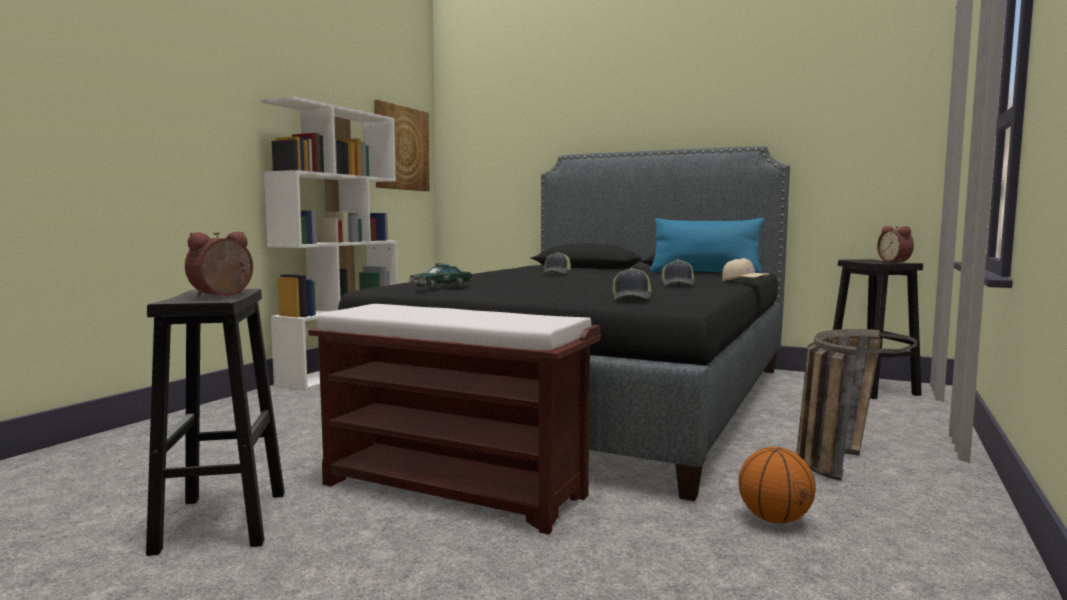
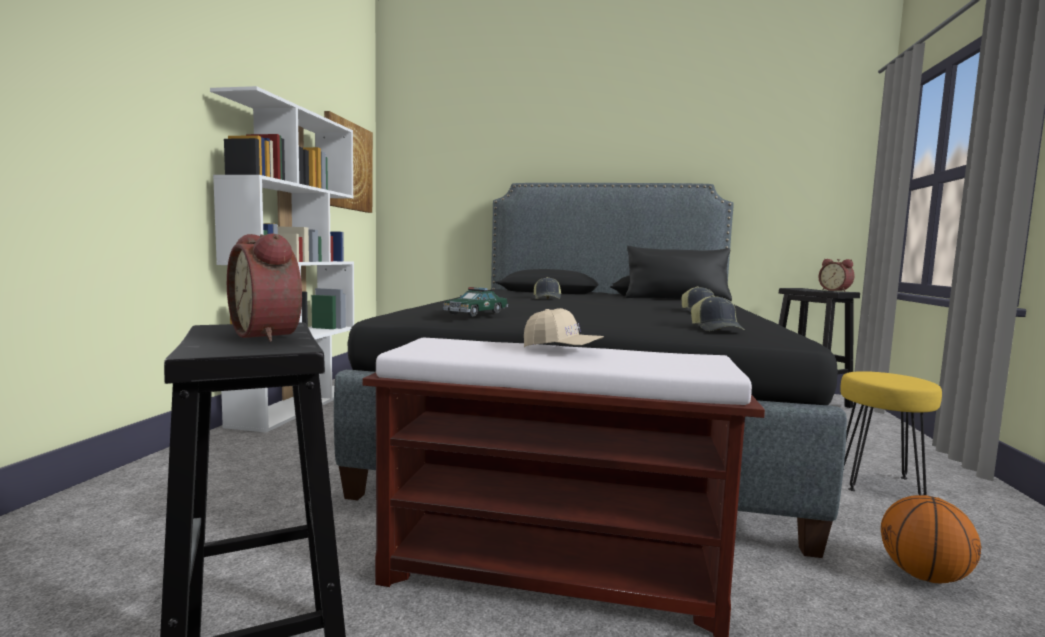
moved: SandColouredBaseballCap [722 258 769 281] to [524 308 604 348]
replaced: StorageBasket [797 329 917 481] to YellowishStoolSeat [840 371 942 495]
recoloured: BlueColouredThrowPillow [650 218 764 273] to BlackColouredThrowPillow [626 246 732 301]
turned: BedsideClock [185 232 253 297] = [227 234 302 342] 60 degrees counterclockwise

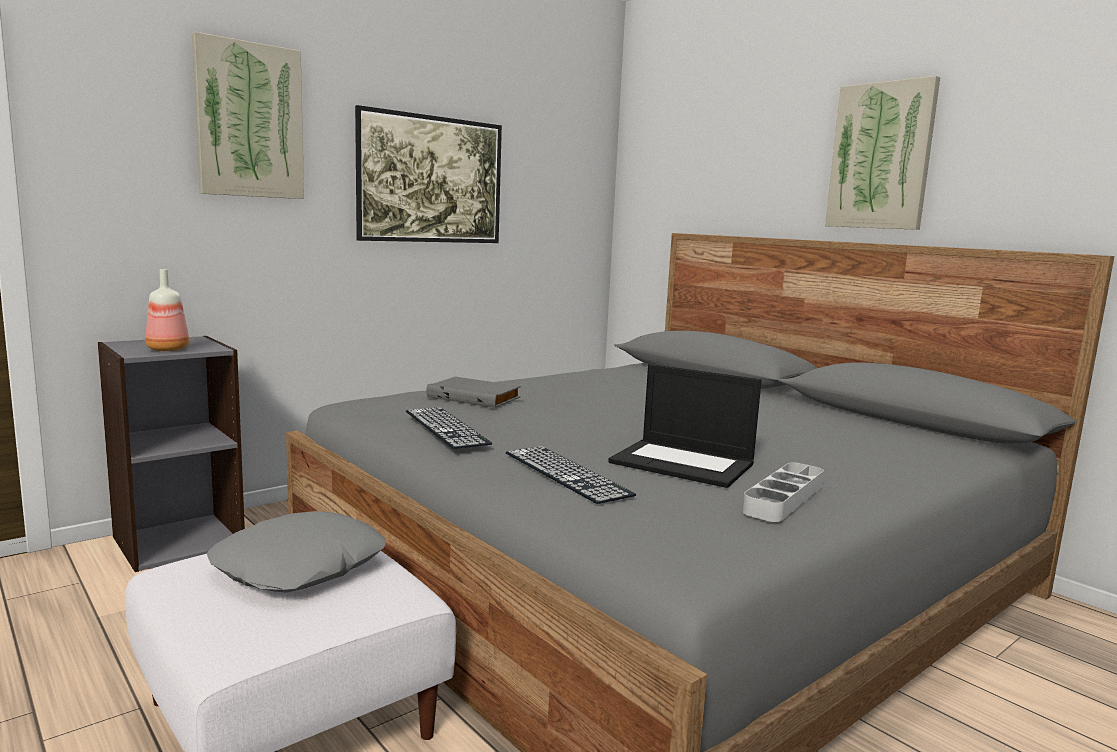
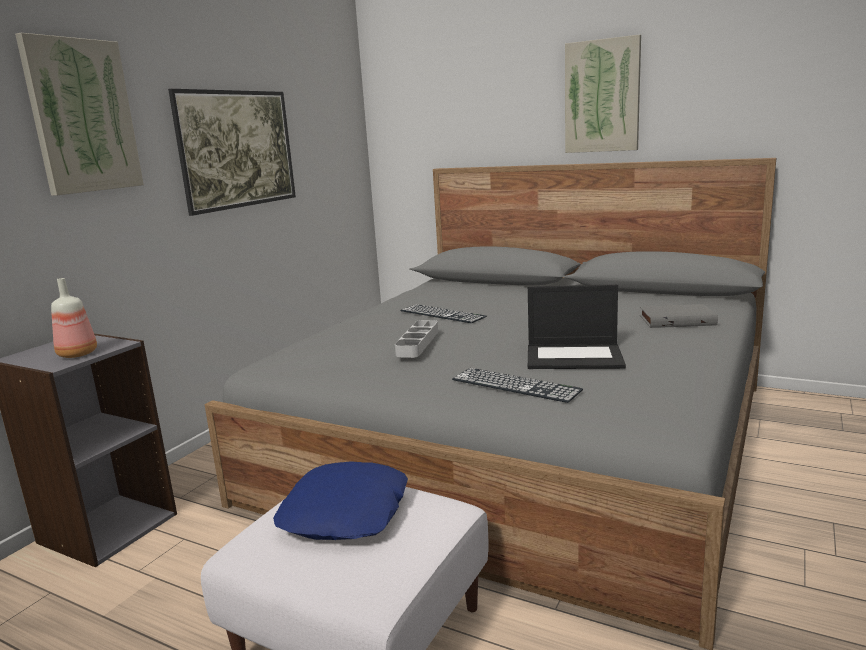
moved: Keyboard [406 407 492 449] to [400 304 487 323]; GrayBook [427 376 521 408] to [640 304 718 328]; GrayTray [742 463 824 522] to [395 320 438 358]
recoloured: GrayThrowPillow [207 511 386 593] to BlueColouredThrowPillow [273 461 408 540]

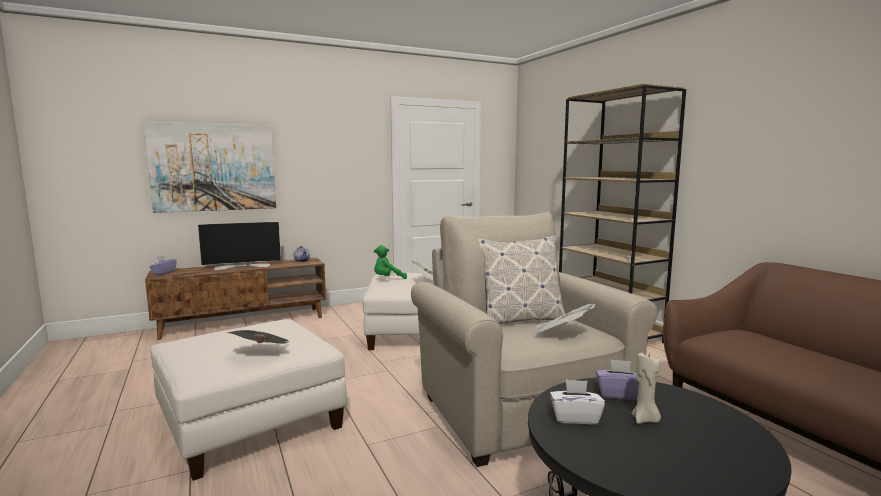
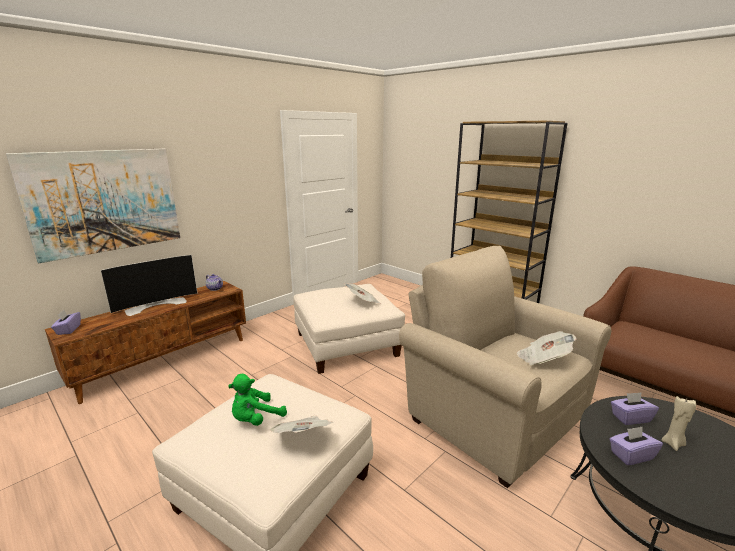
removed: ThrowPillow [478 235 565 324]
moved: GreenCuddlyToy [374 245 407 279] to [228 374 287 426]
recoloured: WhiteColouredBoxOfTissues [550 379 605 424] to PurpleColouredBoxOfTissues [609 426 663 465]

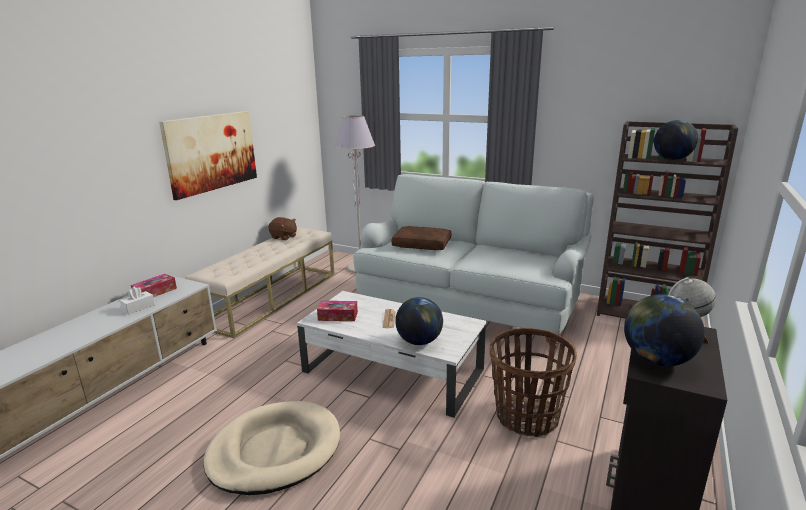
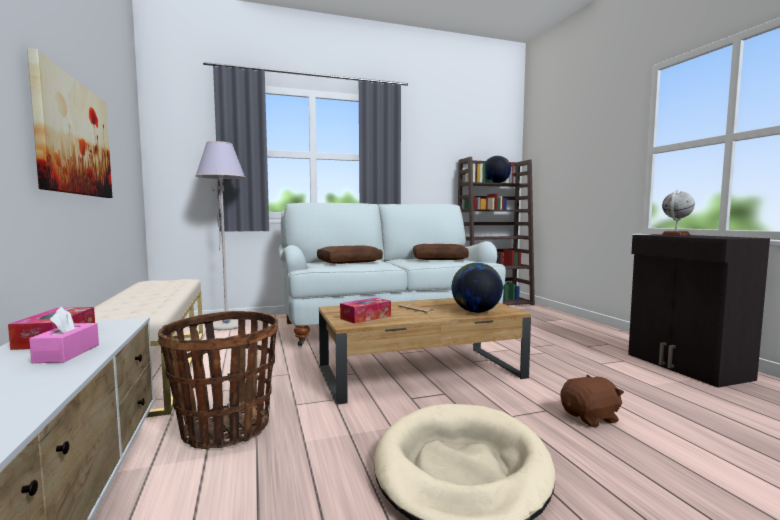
removed: WorldGlobe [624 294 705 366]
added: BrownThrowPillow [413 244 469 260]
moved: BrownCuddlyToy [268 217 297 240] to [561 375 624 427]; StorageBasket [489 328 577 437] to [158 311 278 449]
recoloured: WhiteColouredBoxOfTissues [120 287 155 314] to PinkishBoxOfTissues [29 307 99 363]; WhiteColouredLowTable [297 291 486 418] to BrownLowTable [319 298 531 405]

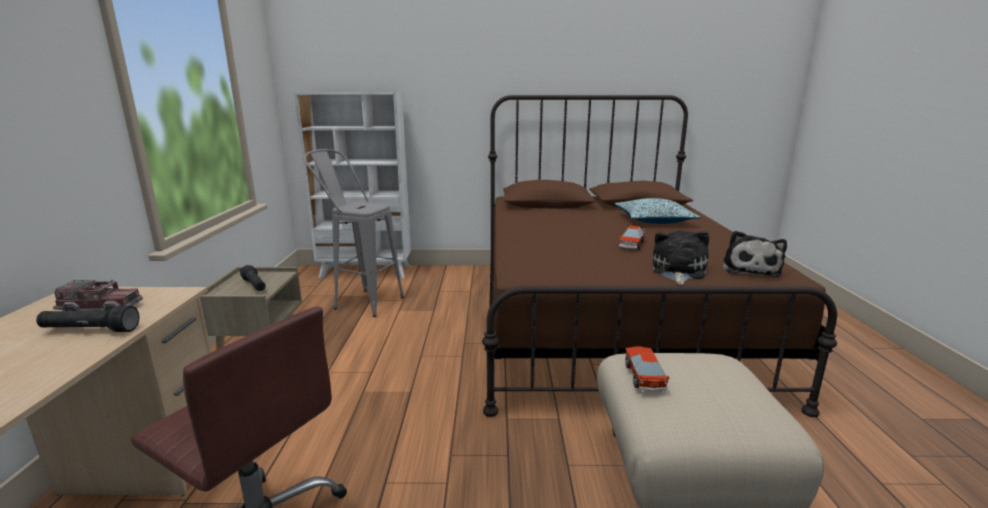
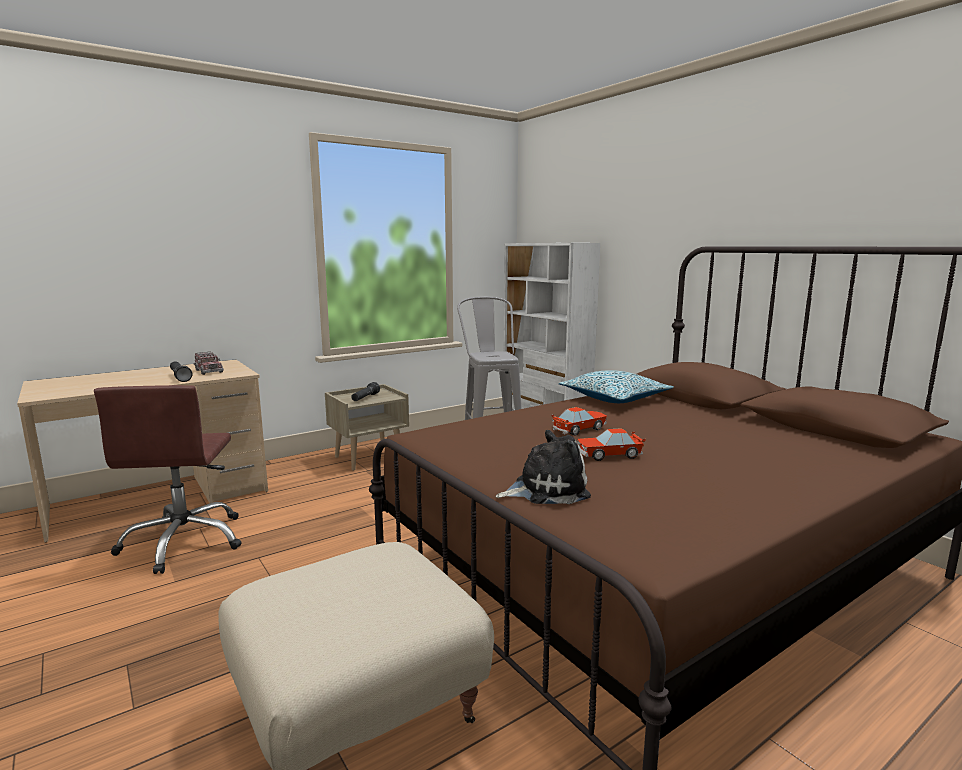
removed: CuddlyToy [723 231 787 277]
moved: ThrowPillow [615 198 701 224] to [559 370 674 403]; ModelCar [625 346 669 393] to [551 407 607 436]

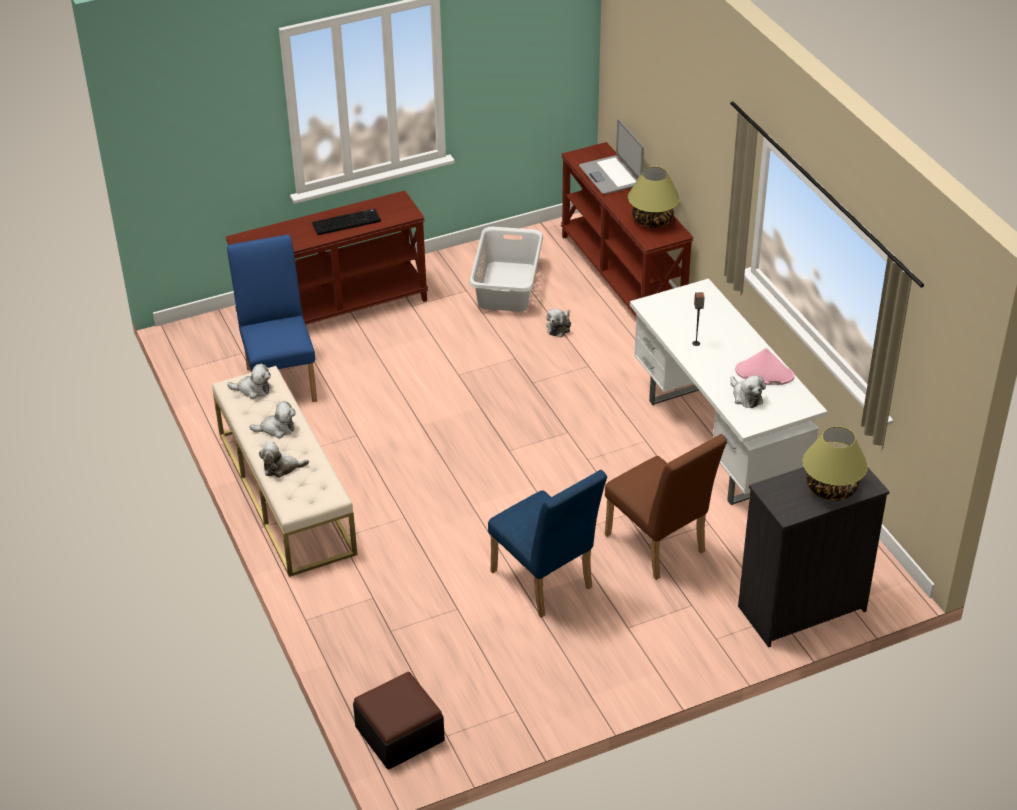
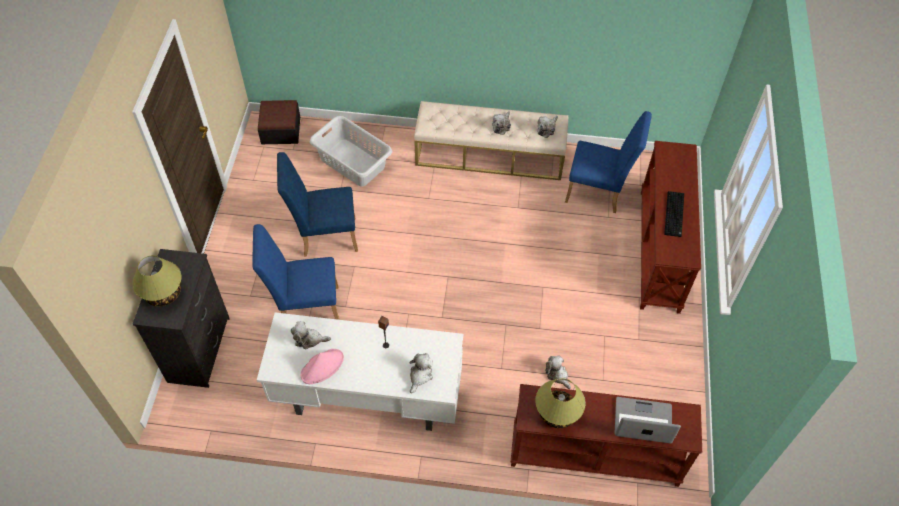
moved: CuddlyToy [259 441 309 478] to [409 353 433 393]; GrayLaundryBasket [469 227 543 312] to [310 116 392 187]
recoloured: BrownChair [605 434 727 580] to BlueColouredChair [252 224 339 320]

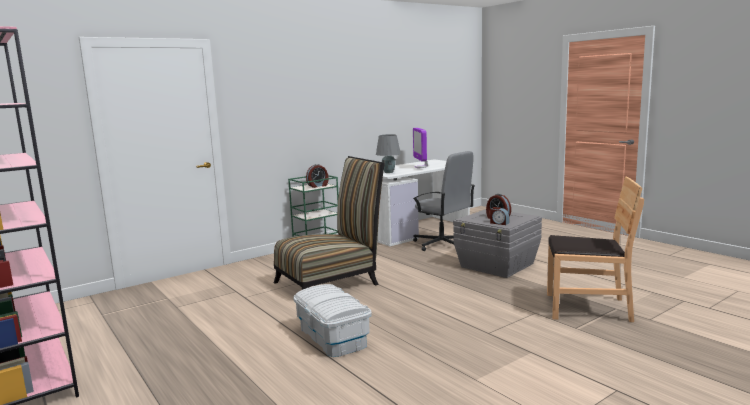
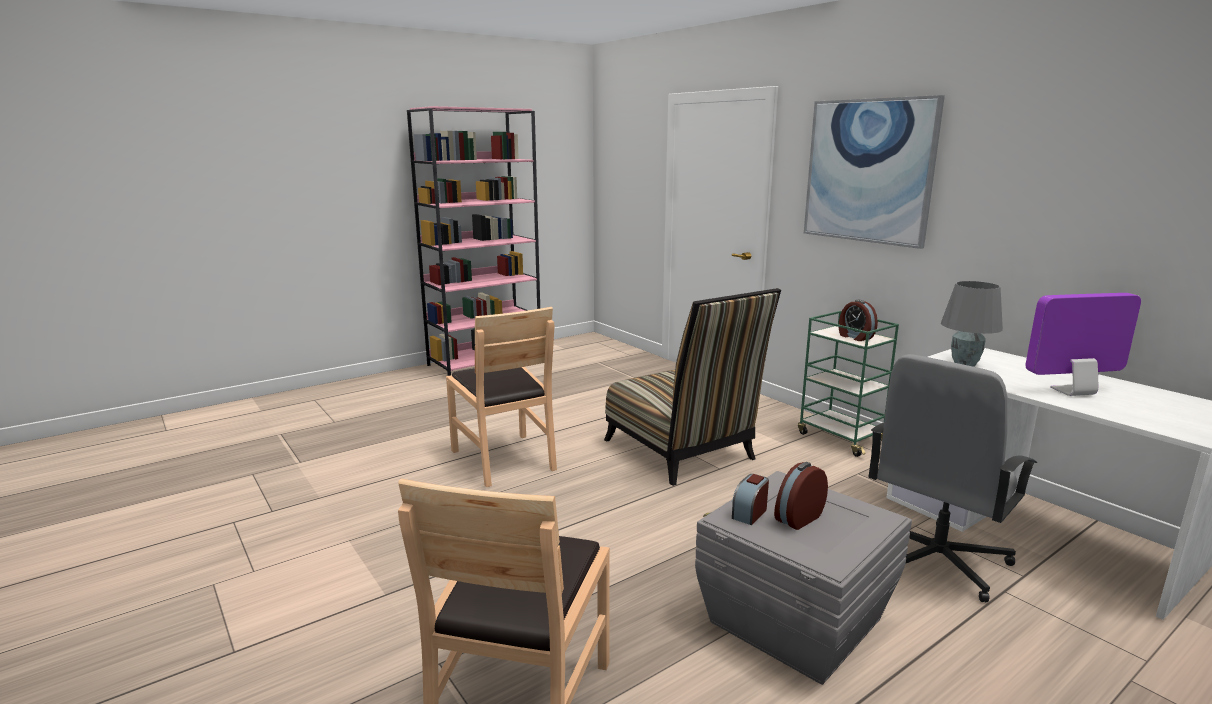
added: Picture [804 95 945 249]
replaced: WhiteColouredStorageBox [293 284 371 357] to BrownChair [446 307 557 487]

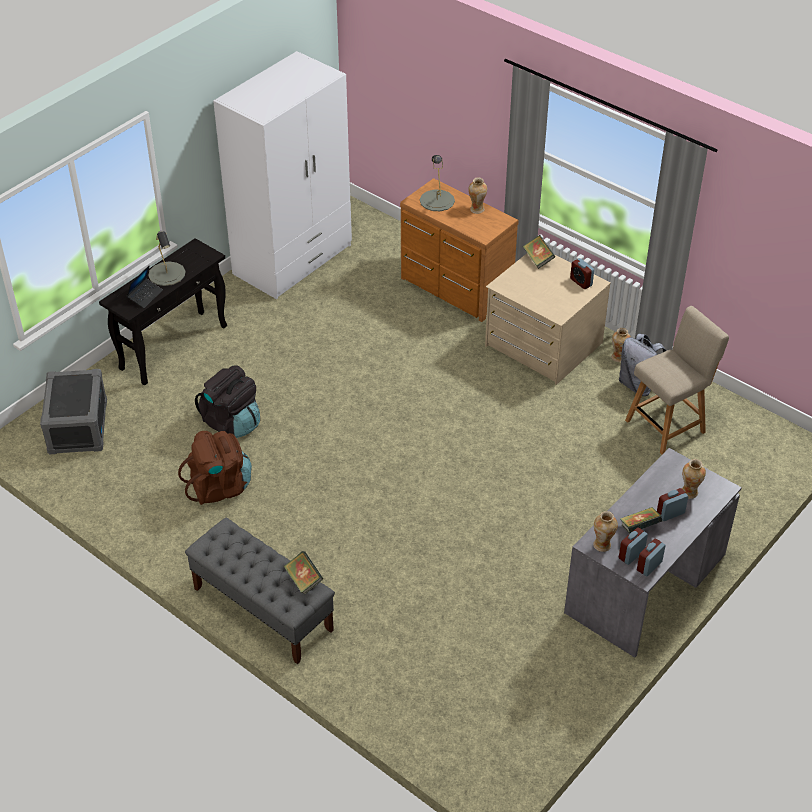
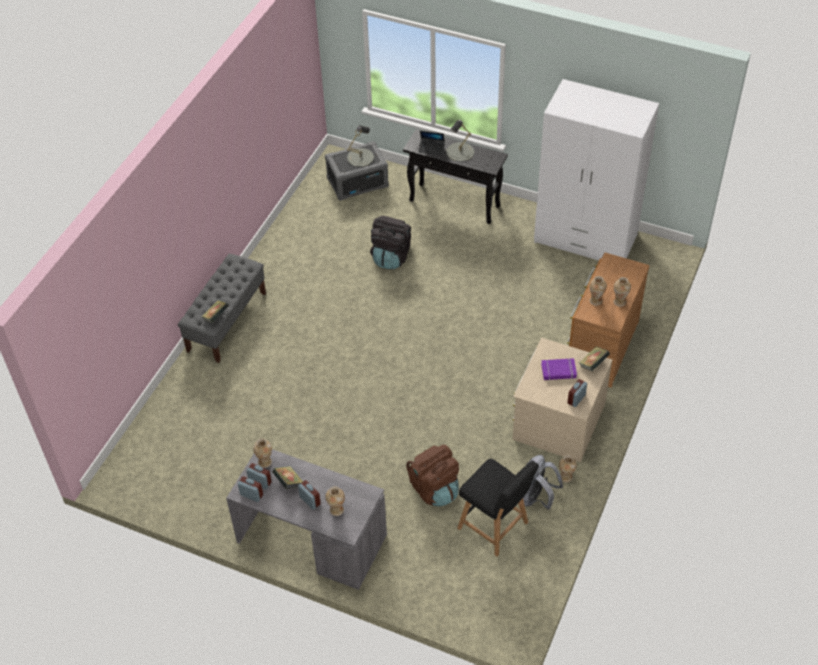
added: PurpleColouredBook [541 358 577 380]; FlowerVase [589 276 607 306]
moved: BrownRucksack [178 431 252 505] to [406 445 459 506]; GrayTableLamp [420 155 455 211] to [347 125 374 167]
recoloured: SandColouredChair [625 306 729 455] to BlackColouredChair [457 459 539 556]

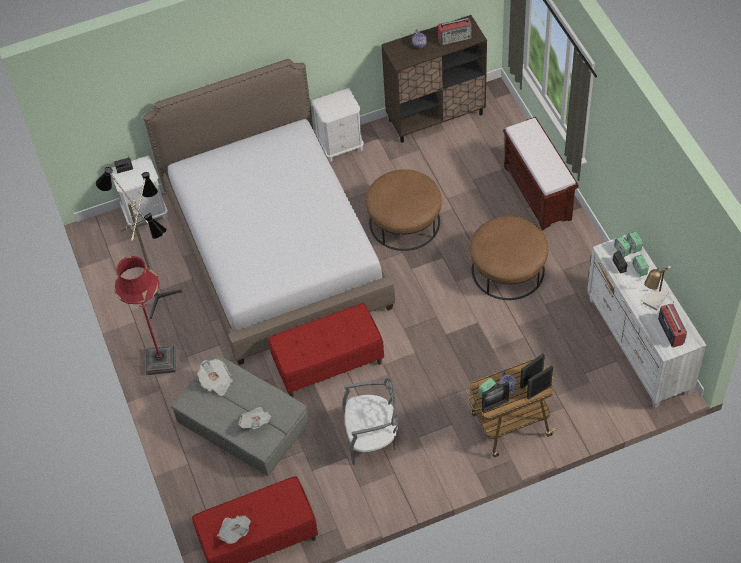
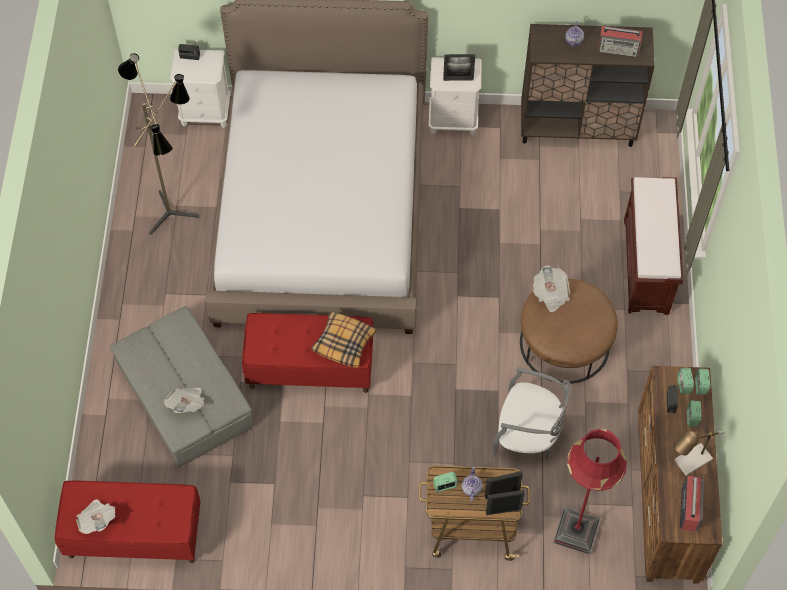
removed: BrownOttoman [366 169 442 251]
added: ThrowPillow [311 312 376 368]
moved: RedColouredFloorLamp [114 256 176 375] to [553 429 627 555]; Newspaper [197 359 233 396] to [533 265 570 312]; GrayChair [342 378 398 465] to [493 367 571 459]; StandingFrame [482 381 510 413] to [443 54 475 81]
recoloured: WhiteColouredDresser [587 234 706 408] to BrownDresser [638 366 723 584]

